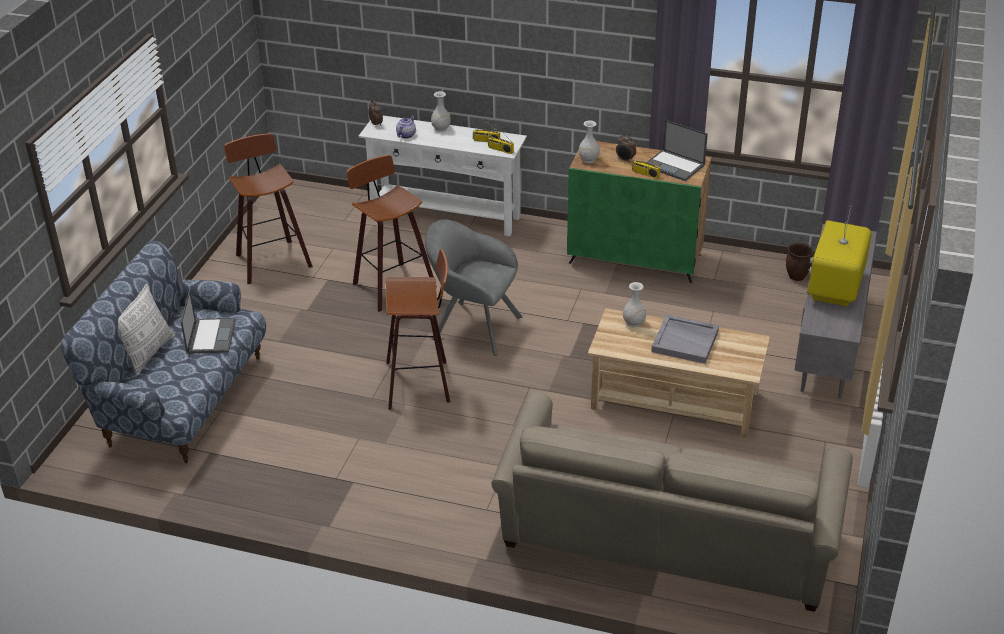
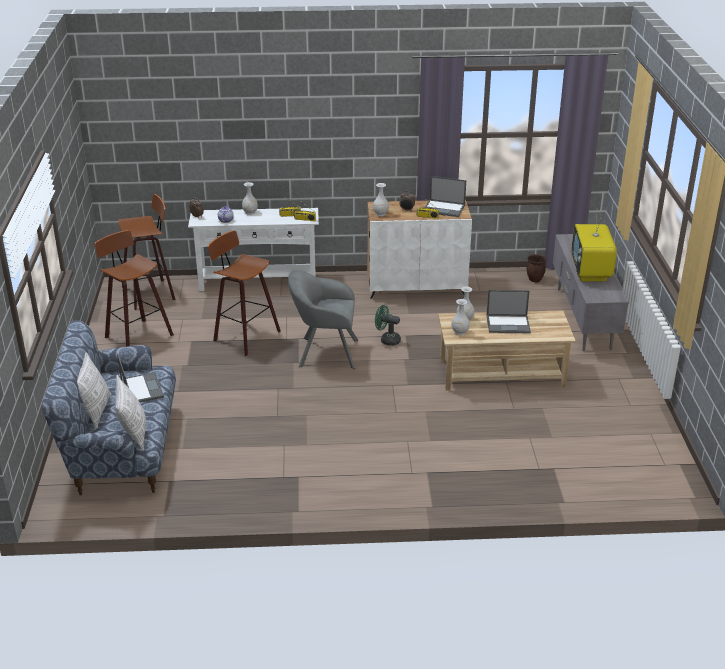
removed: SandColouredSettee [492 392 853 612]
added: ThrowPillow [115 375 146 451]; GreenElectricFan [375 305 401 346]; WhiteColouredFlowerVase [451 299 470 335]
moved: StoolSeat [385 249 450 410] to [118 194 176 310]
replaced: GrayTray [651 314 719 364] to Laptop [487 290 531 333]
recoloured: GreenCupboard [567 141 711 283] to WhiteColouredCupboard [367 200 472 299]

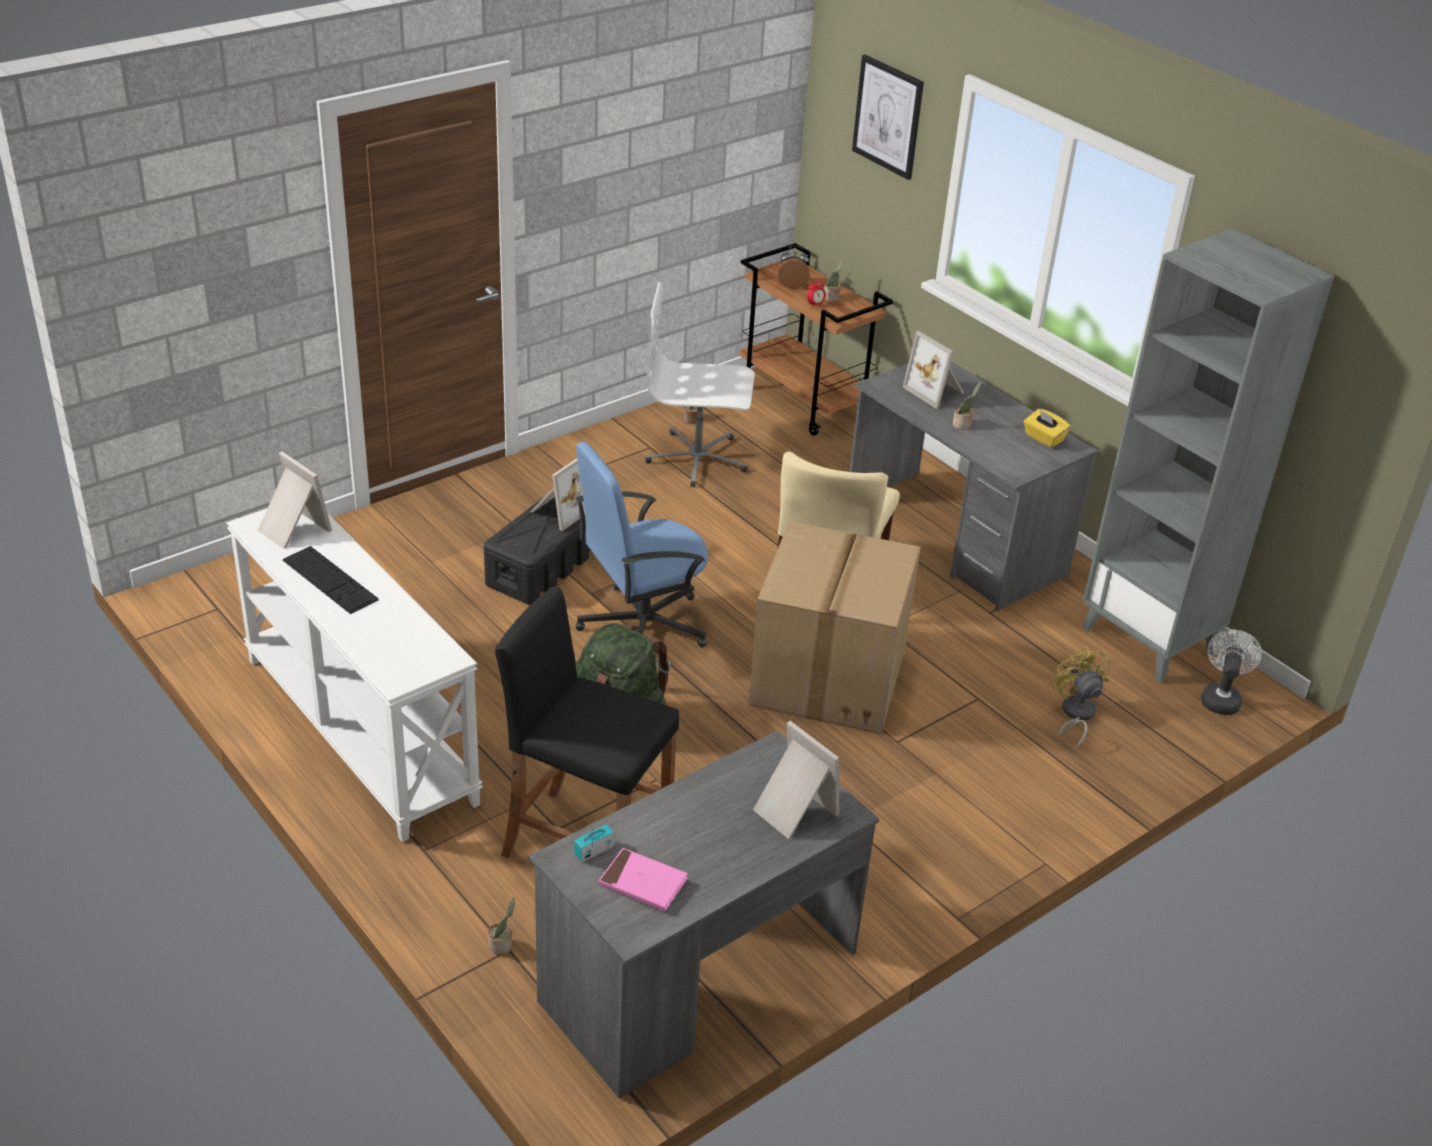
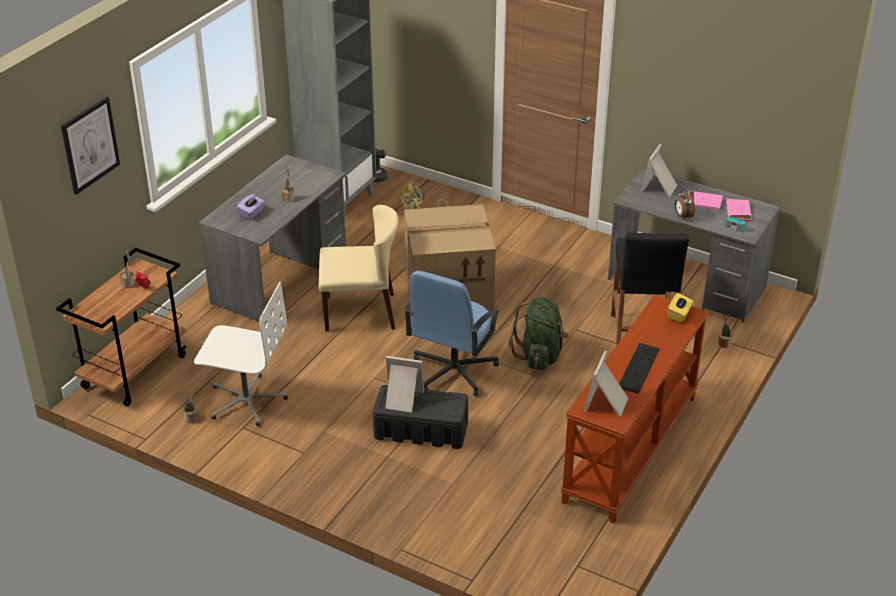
added: PinkishBook [688 191 723 210]
moved: BedsideClock [778 246 809 289] to [675 189 695 219]; YellowishBoxOfTissues [1024 409 1070 448] to [668 293 693 323]
replaced: StandingFrame [903 331 964 409] to PurpleColouredBoxOfTissues [237 194 265 220]
recoloured: WhiteColouredNarrowTable [226 508 483 842] to BrownNarrowTable [561 294 709 523]
turned: BlueColouredOfficeChair [575 442 708 648] = [404 271 500 396] 75 degrees clockwise; WhiteColouredOfficeChair [645 282 755 487] = [194 282 288 426] 60 degrees counterclockwise

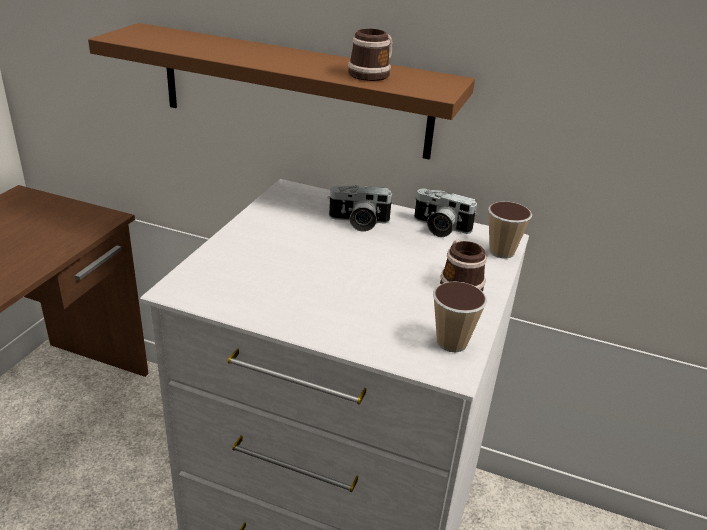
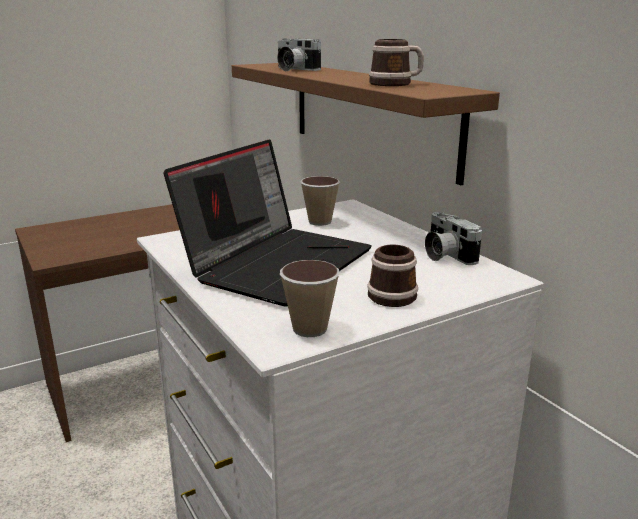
added: Laptop [164 139 372 307]
moved: StillCamera [327 185 394 232] to [277 38 321 71]; DrinkingCup [488 202 532 259] to [300 176 340 226]

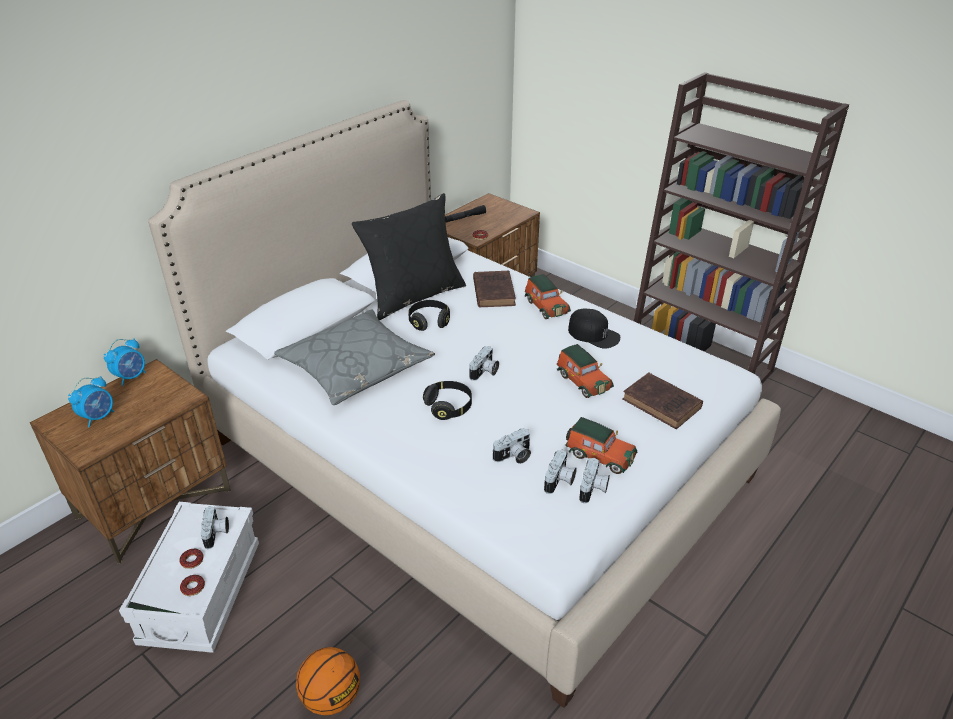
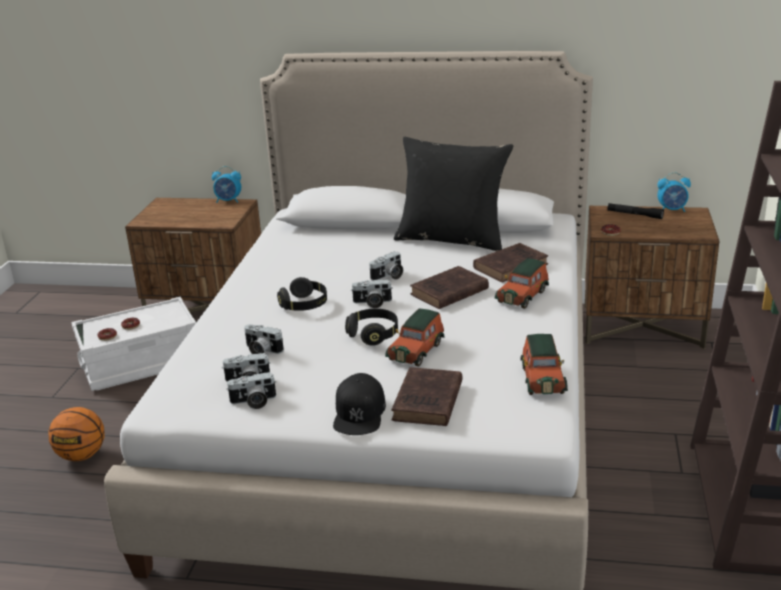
removed: GrayThrowPillow [274 310 435 405]
added: BrownBook [410 266 489 309]
moved: BedsideClock [68 376 114 428] to [657 172 691 212]; StillCamera [201 506 229 549] to [369 251 403 281]; BlackColouredPairOfHeadphones [408 300 450 331] to [345 309 398 346]; ModelCar [565 417 637 474] to [520 334 568 395]; BlackColouredBaseballCap [568 309 620 349] to [333 373 386 435]

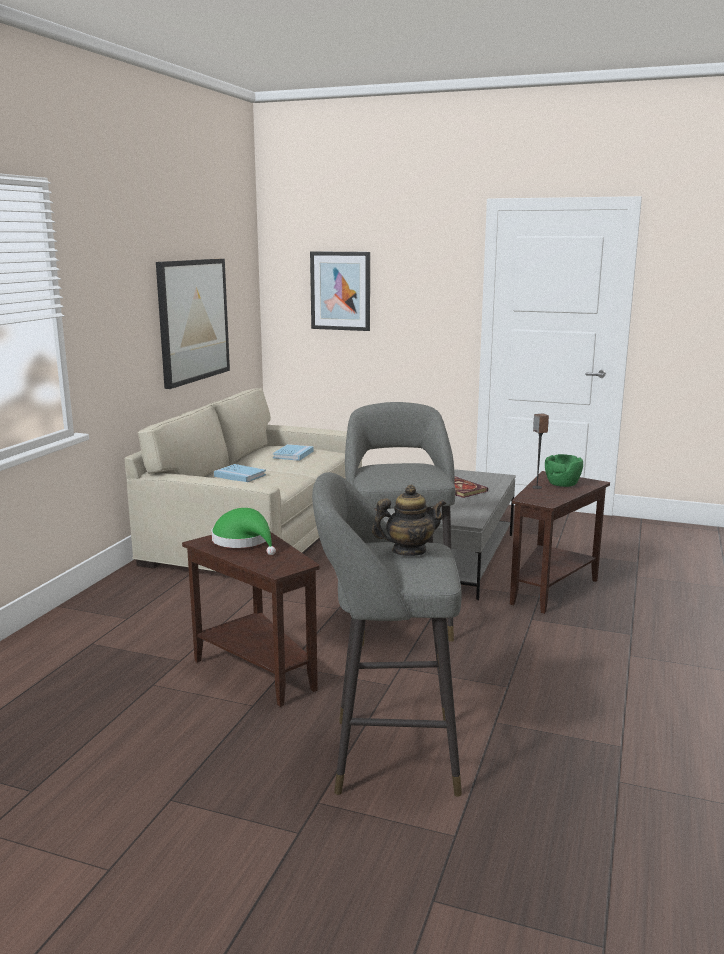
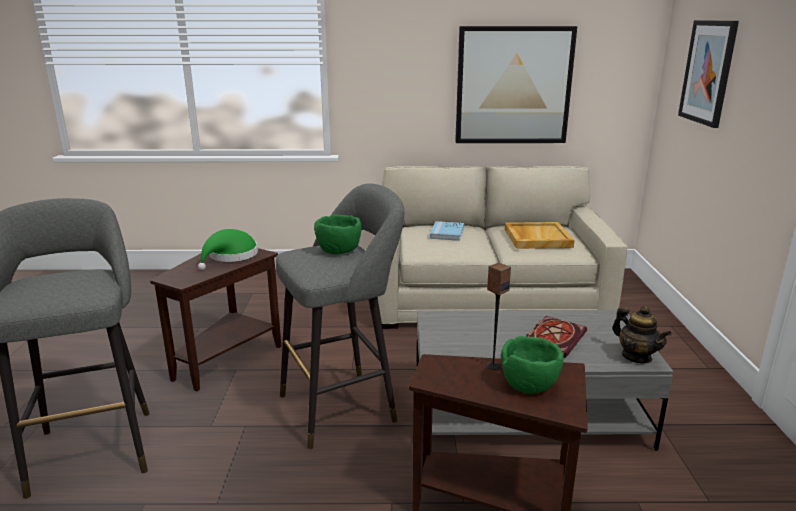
added: GreenServingBowl [314 214 362 254]
moved: PotForTea [372 485 446 556] to [612 306 672 364]
replaced: BlueColouredBook [273 444 314 461] to SandColouredTray [505 222 575 249]

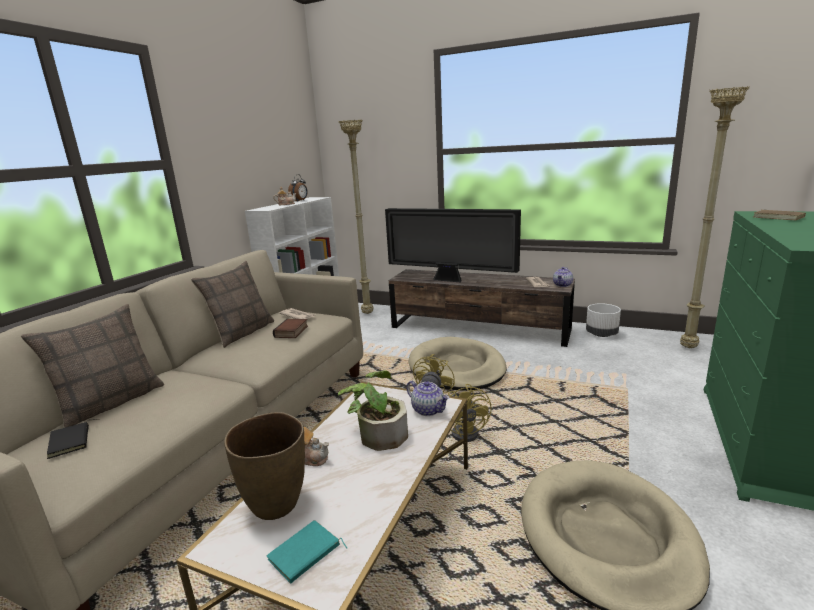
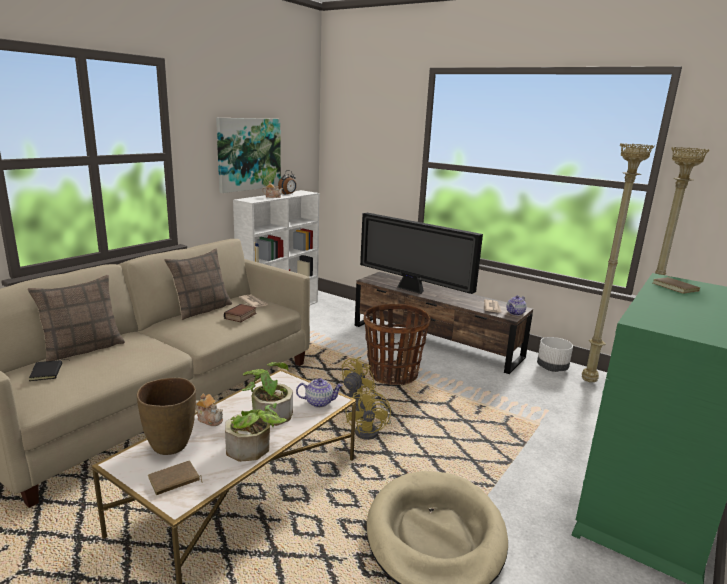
added: Picture [216 118 281 193]; PlantInAPot [225 403 287 462]
moved: SandColouredFloorLamp [339 120 374 314] to [582 143 654 383]
replaced: SandColouredDogCushion [409 337 507 391] to StorageBasket [364 304 430 385]
recoloured: BlueGreenBook [267 520 347 584] to BrownBook [148 461 203 495]
turned: PotForTea [406 381 449 416] = [296 378 343 408] 60 degrees counterclockwise

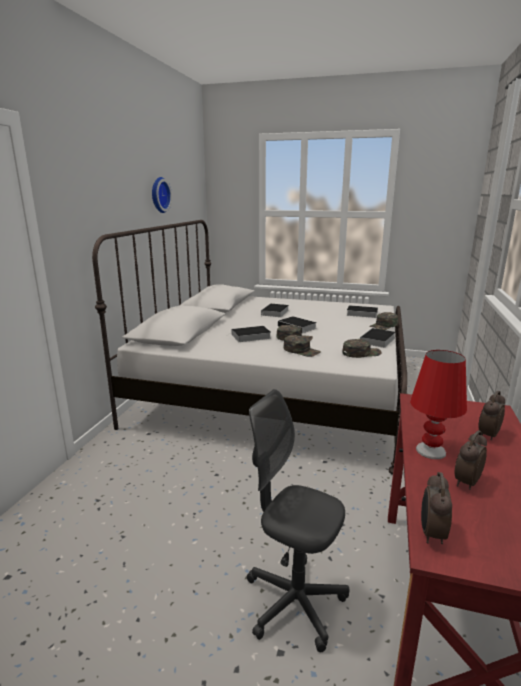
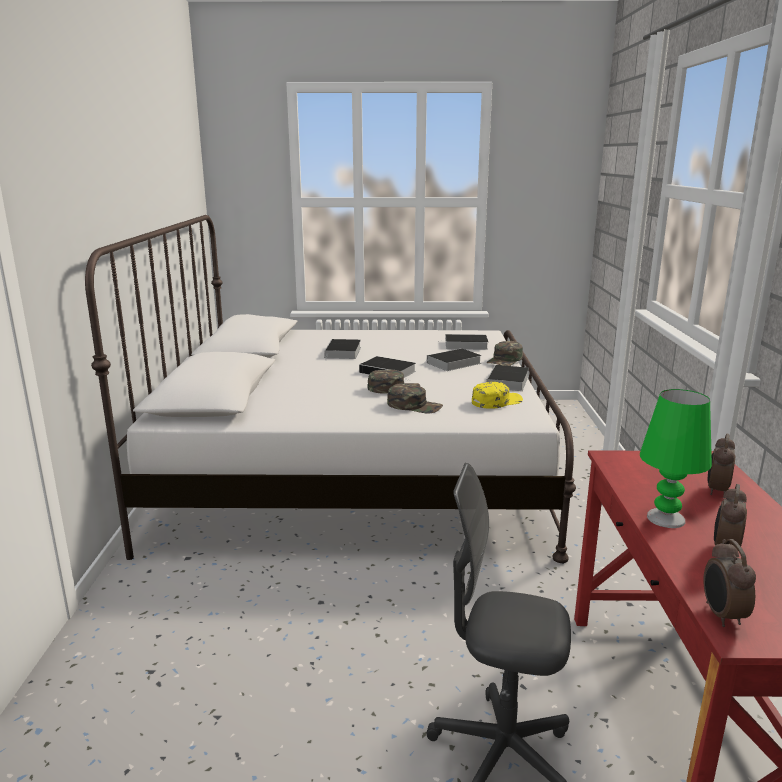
removed: WallClock [152 177 172 213]
moved: Book [226 326 271 342] to [422 348 482 371]
recoloured: GreenBaseballCap [342 339 381 358] to YellowishBaseballCap [472 382 523 409]; RedColouredTableLamp [410 350 467 459] to GreenTableLamp [640 389 712 528]

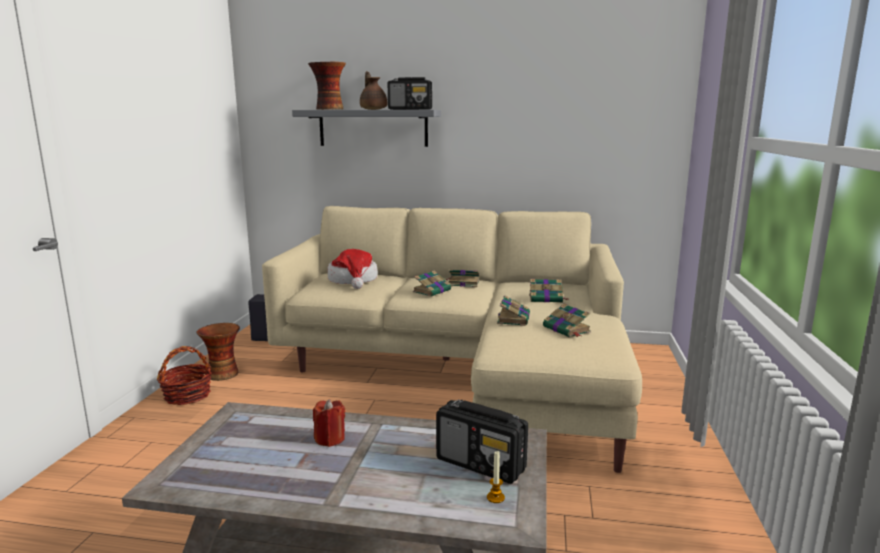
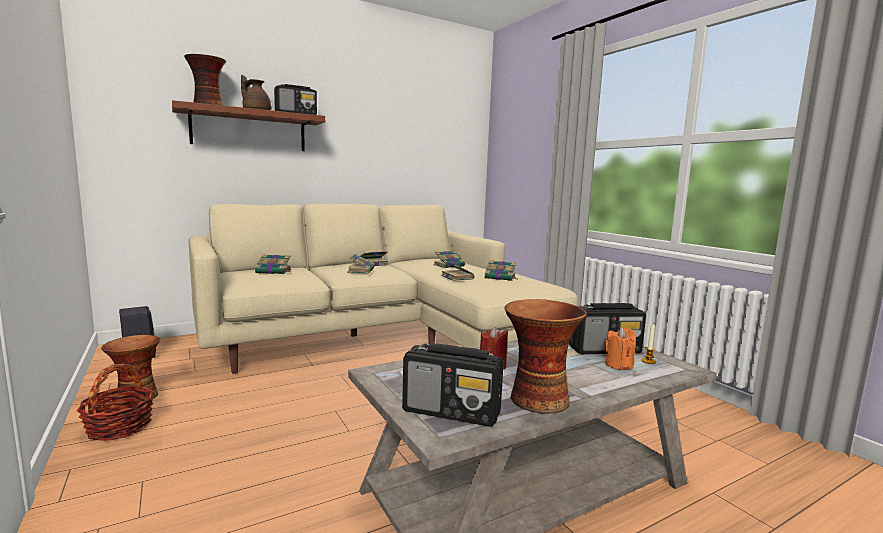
added: Radio [402 343 504 427]; FlowerVase [504 299 587 414]; OrangeColouredWaxLight [605 327 636 370]
replaced: WearableHat [327 249 378 289] to Book [255 254 292 274]
recoloured: GrayWallShelf [292 110 441 147] to BrownWallShelf [172 100 325 151]

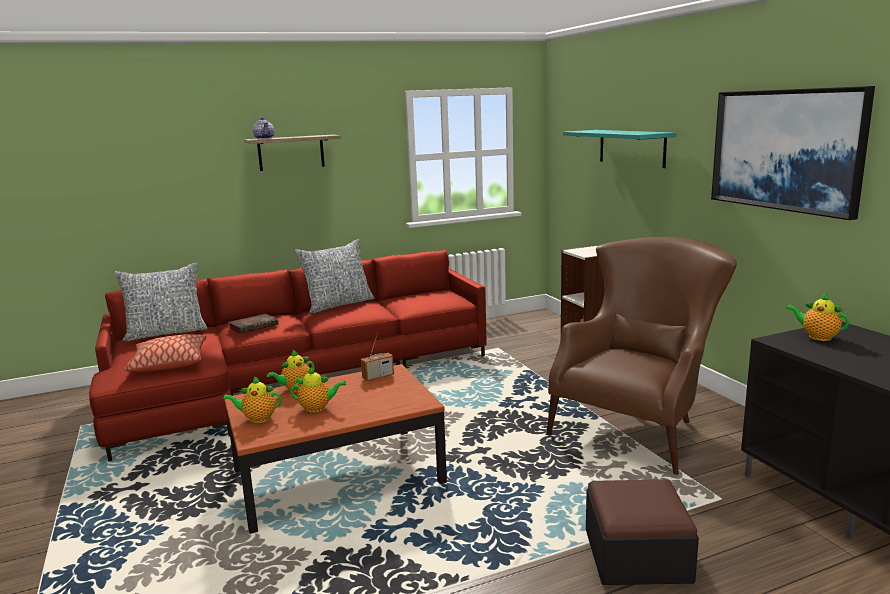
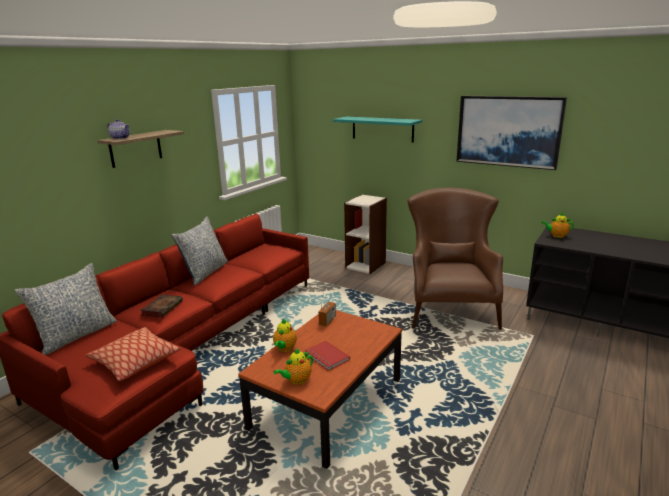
removed: Ottoman [586 479 699 585]
replaced: PotForTea [291 367 346 413] to RedColouredBook [305 341 350 371]

